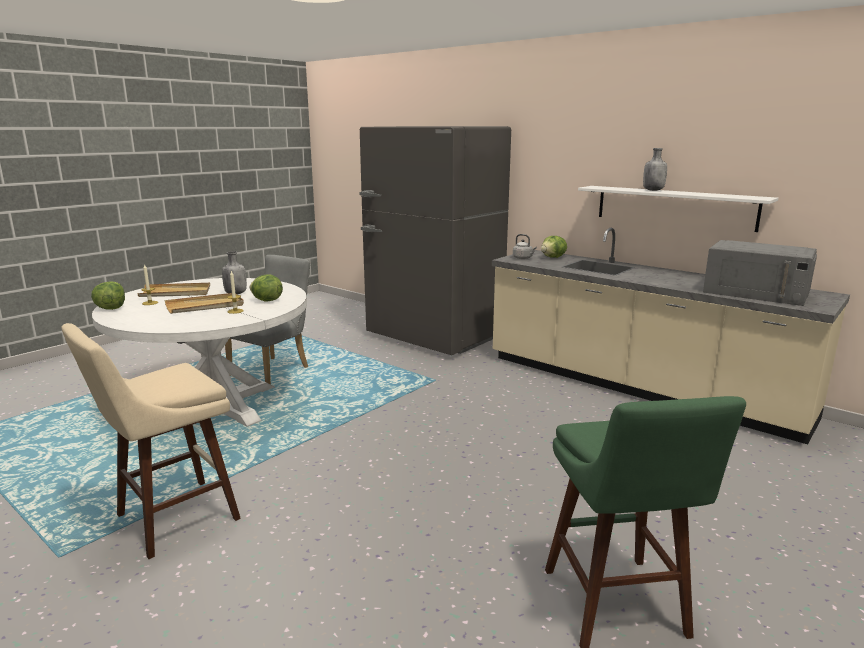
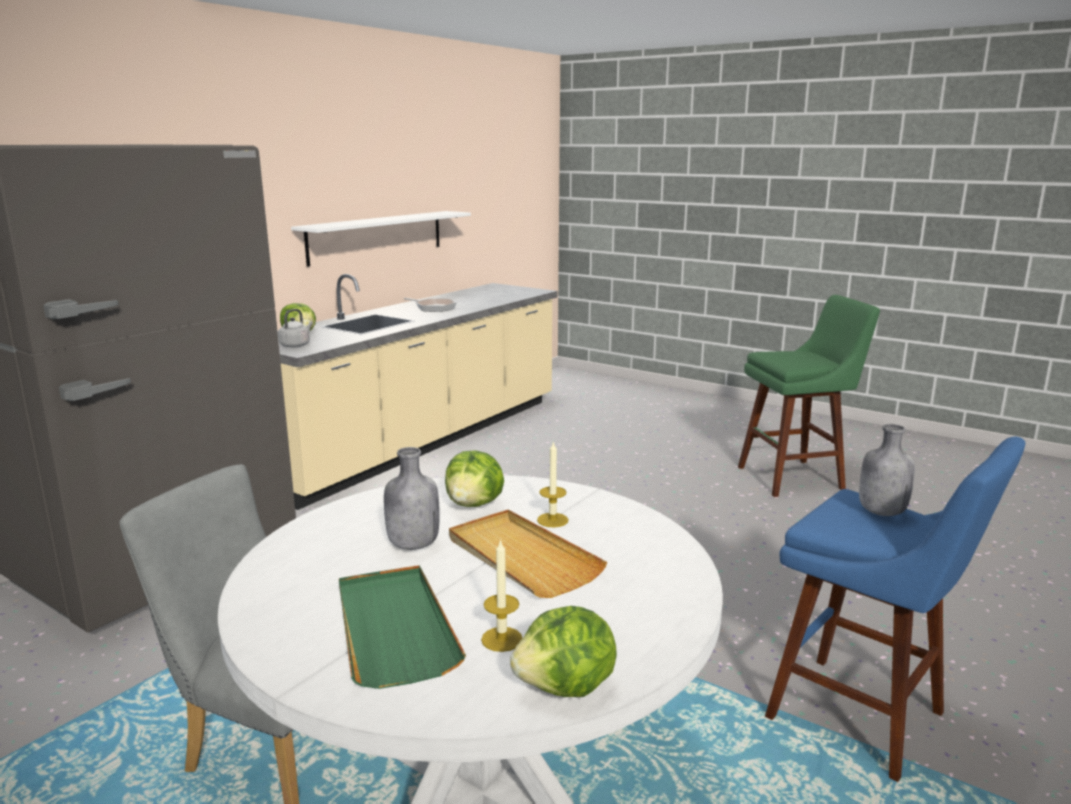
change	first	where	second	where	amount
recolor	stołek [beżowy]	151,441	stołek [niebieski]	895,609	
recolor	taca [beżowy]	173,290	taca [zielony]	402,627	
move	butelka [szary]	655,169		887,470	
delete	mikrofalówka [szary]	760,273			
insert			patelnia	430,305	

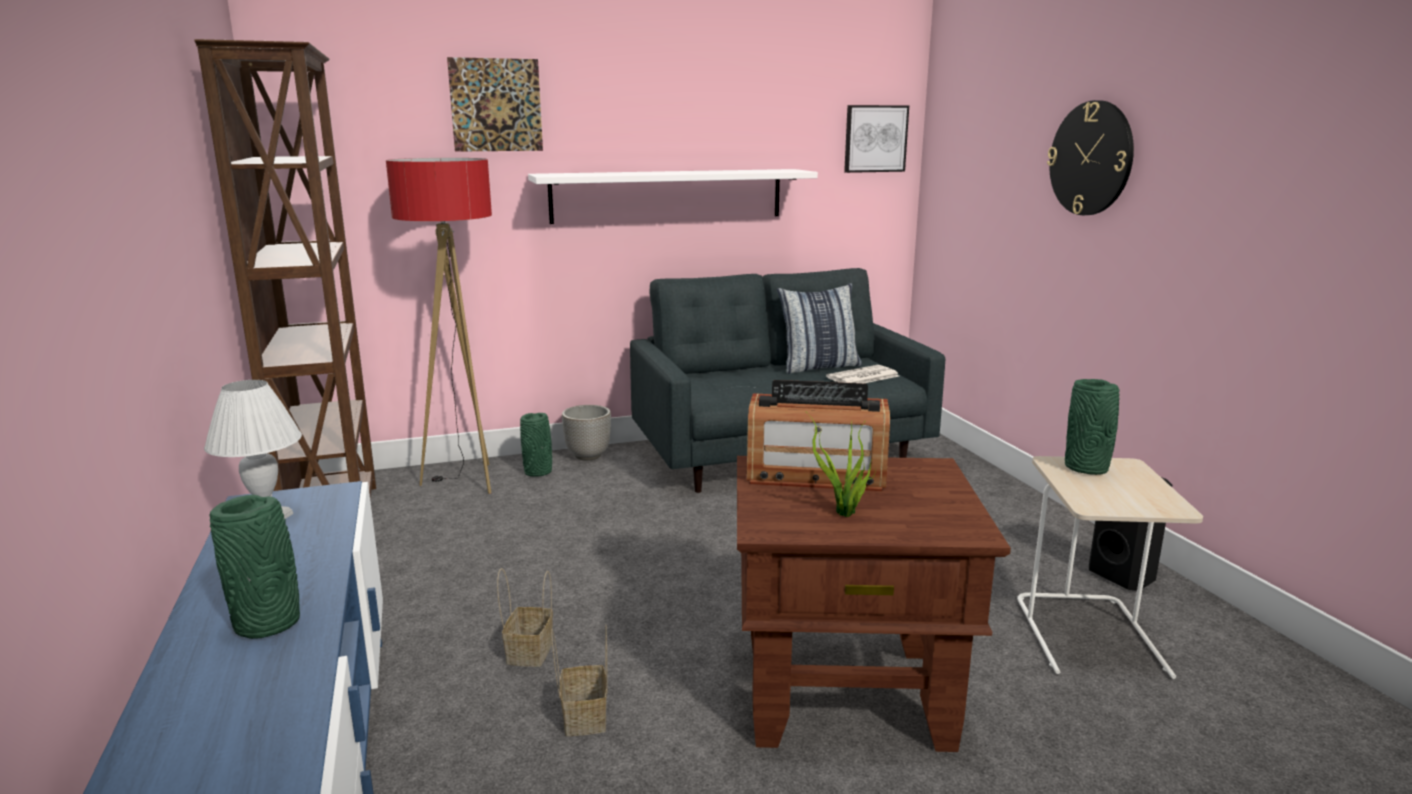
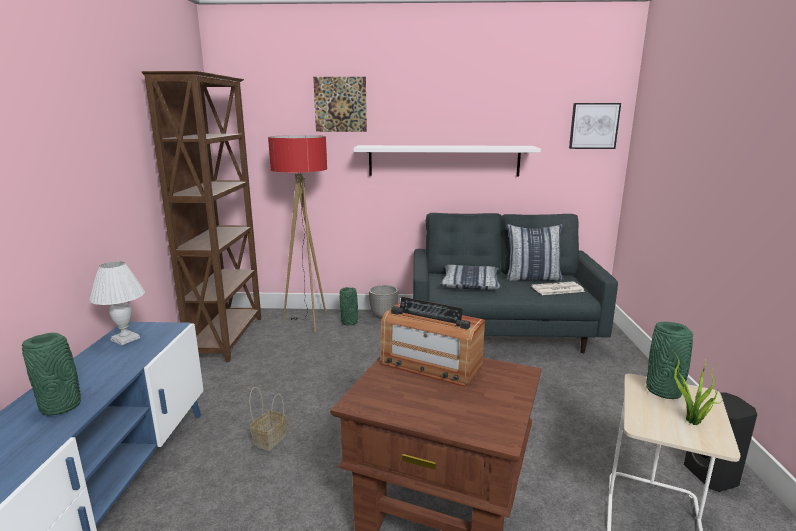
change	first	where	second	where	amount
delete	koszyk	579,680			
move	roślina doniczkowa	841,464		698,388	
delete	zegar ścienny	1090,157			
insert			poduszka	470,277	

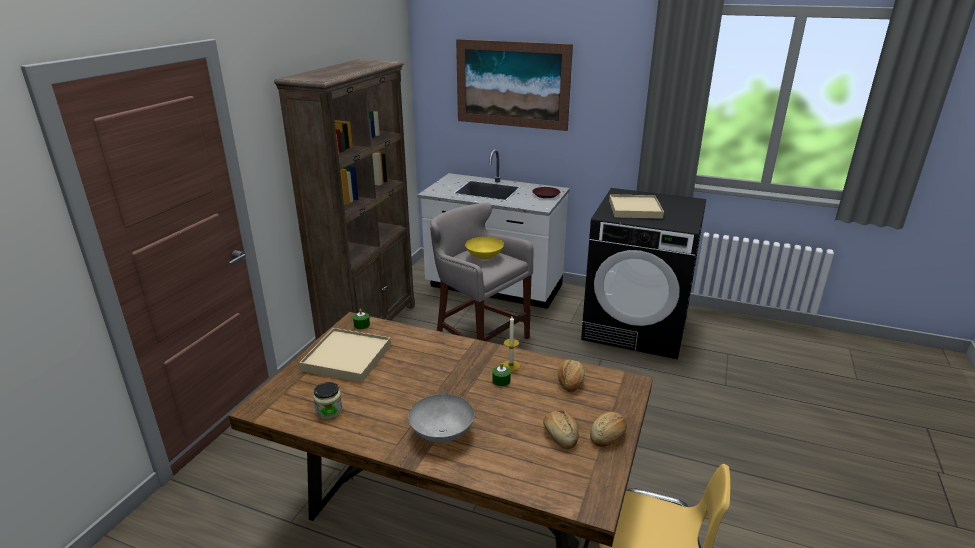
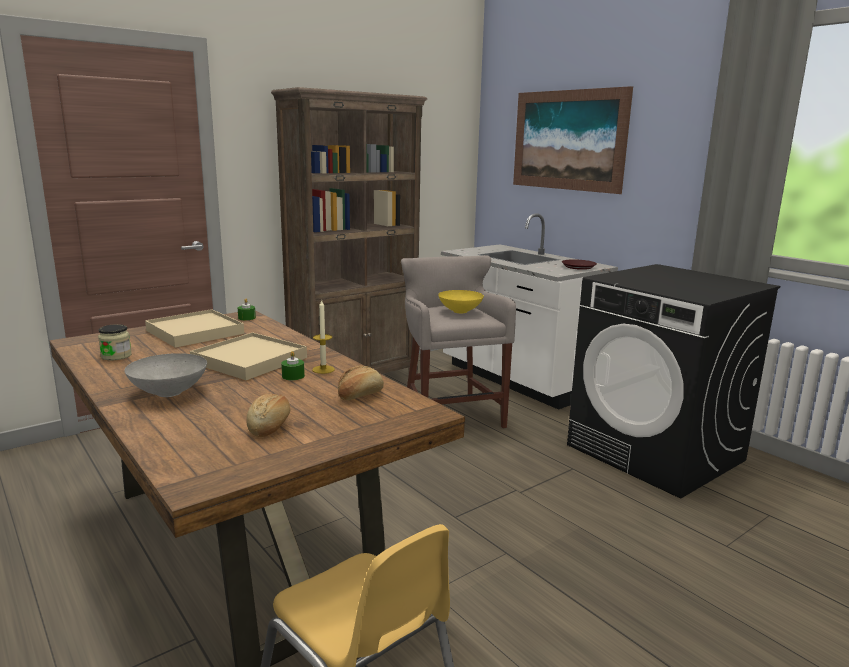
change	first	where	second	where	amount
delete	chleb	608,429			
move	taca [beżowy]	636,206		248,356	

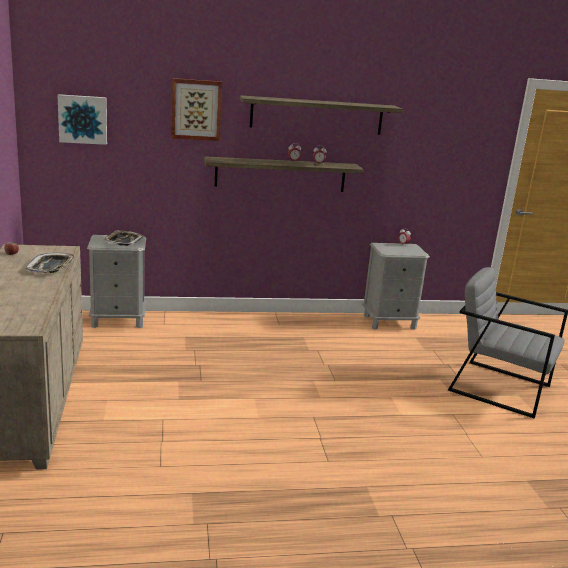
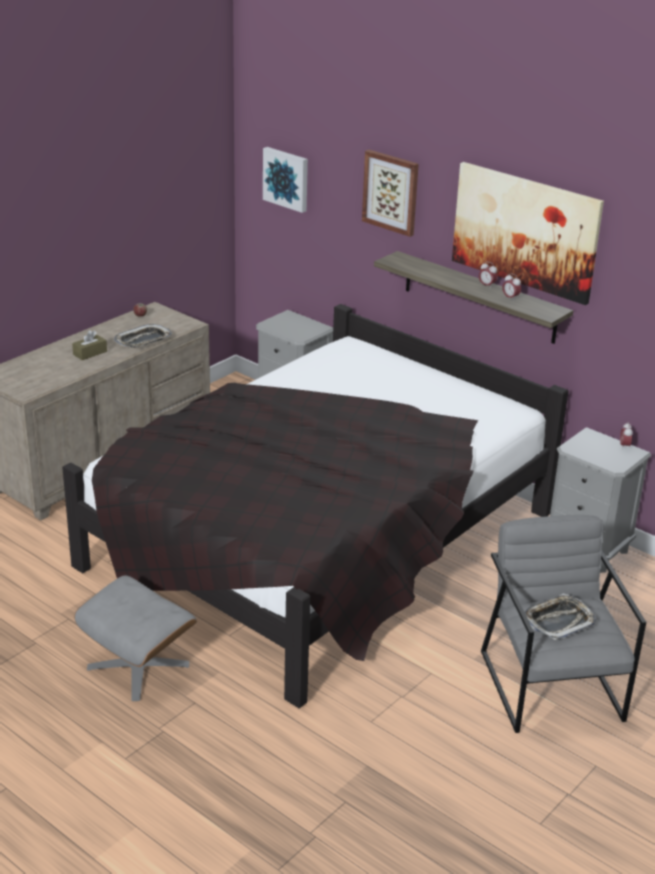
change	first	where	second	where	amount
move	taca	123,238		560,616	
replace	półka	321,115	obraz	528,233	
insert			łóżko [czarny]	315,506	
insert			pudełko chusteczek [brązowy]	89,345	
insert			pufa [szary]	135,638	

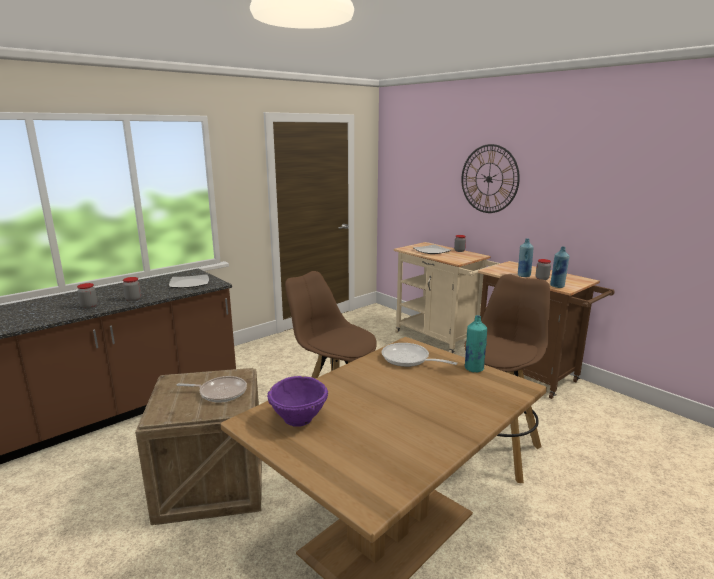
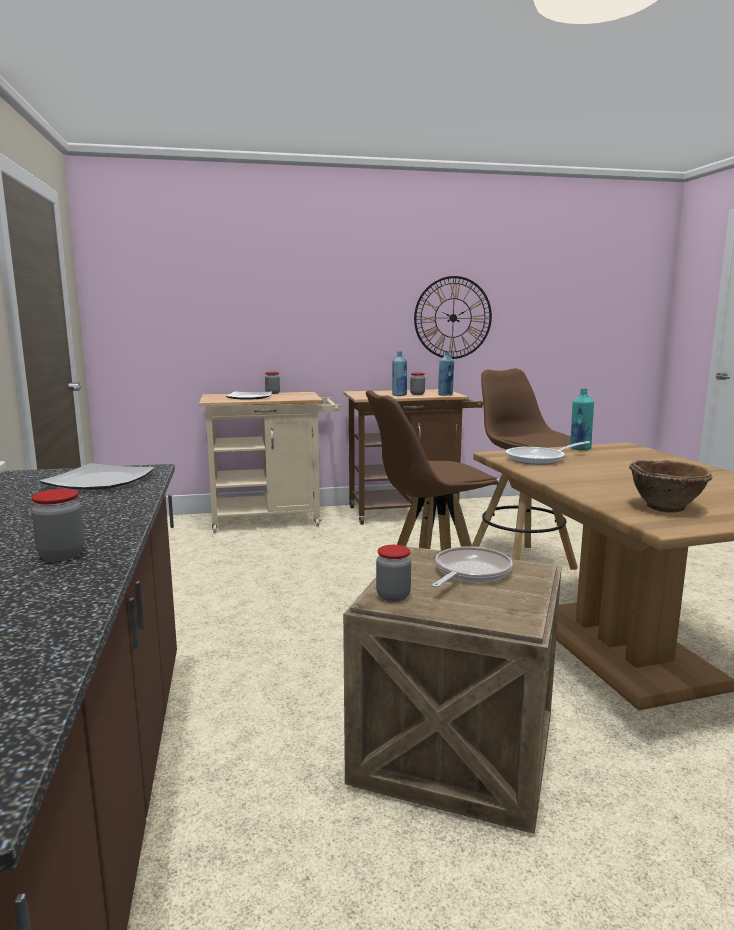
change	first	where	second	where	amount
move	słoik	132,289		393,573	
recolor	miska [fioletowy]	297,401	miska [brązowy]	670,486	
move	zegar ścienny	490,178		453,317	

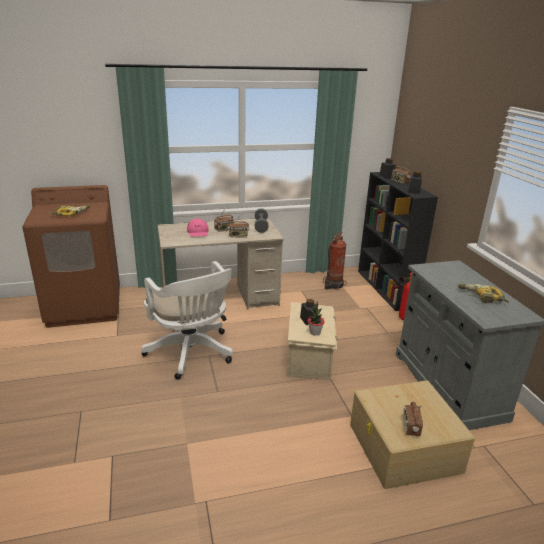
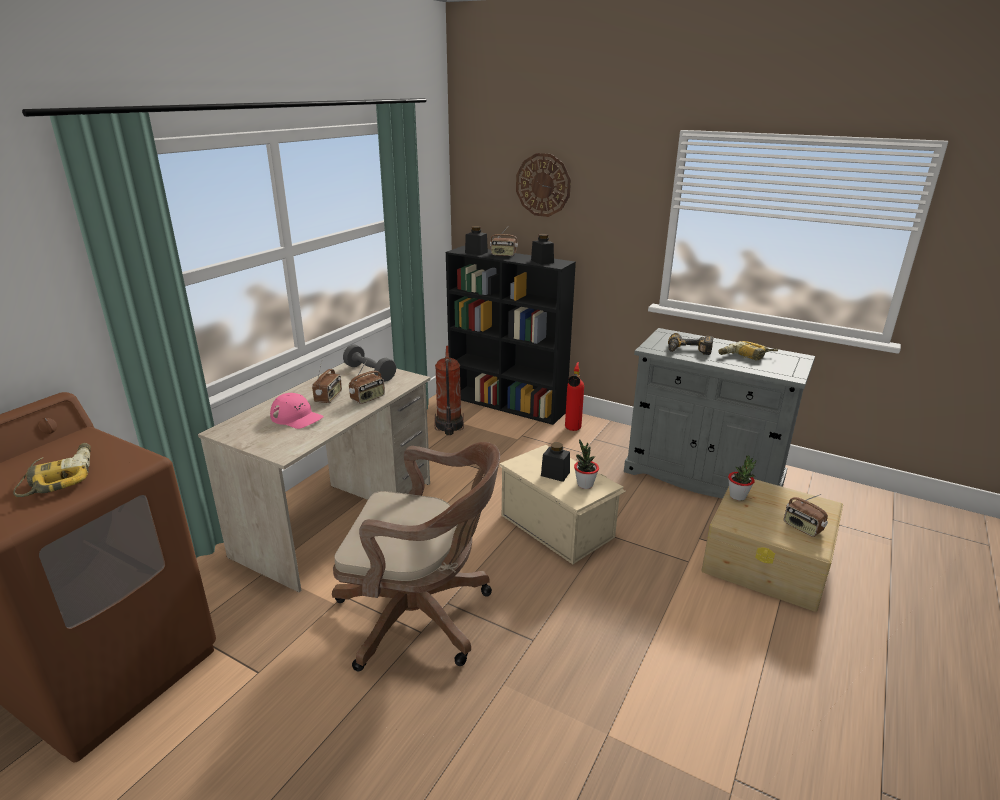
change	first	where	second	where	amount
recolor	krzesło biurowe [biały]	187,320	krzesło biurowe [brązowy]	416,556	
insert			zegar ścienny	543,185	
insert			wiertarka	690,344	
insert			roślina doniczkowa	742,478	

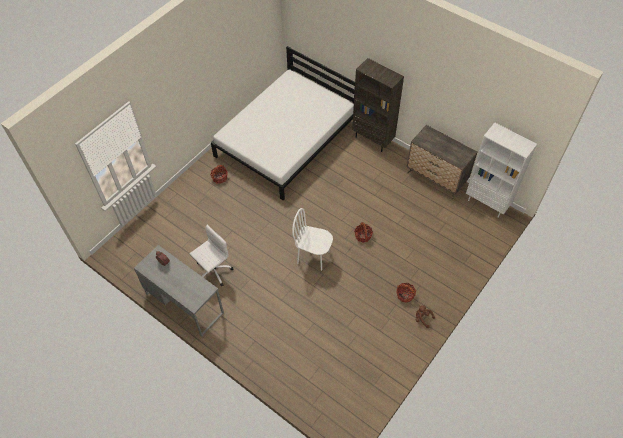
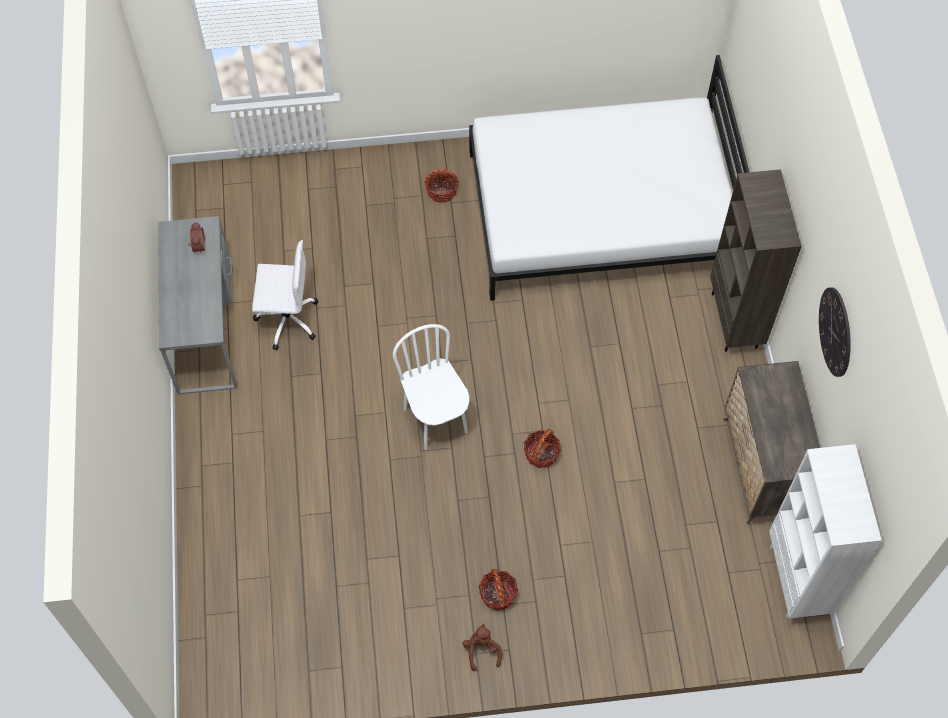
change	first	where	second	where	amount
insert			zegar ścienny	835,332	

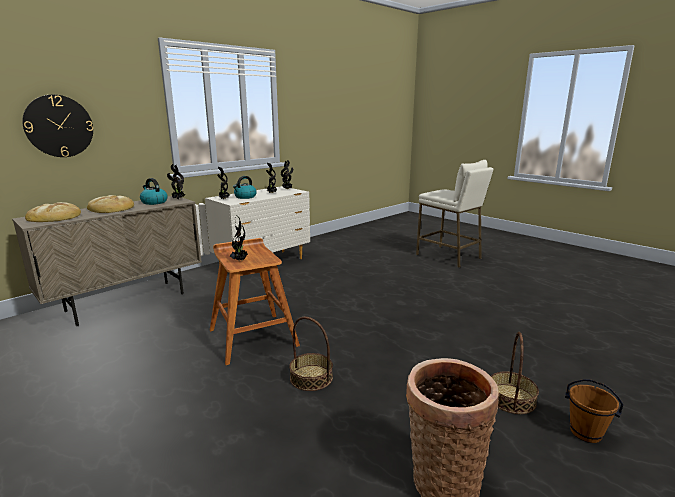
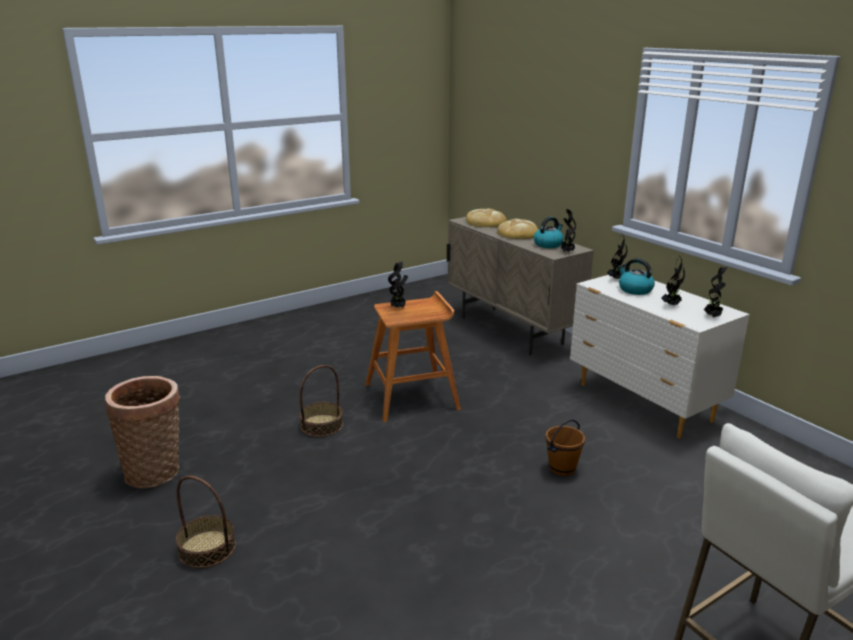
change	first	where	second	where	amount
delete	zegar ścienny	57,126			
move	wiadro [brązowy]	594,411		565,448	

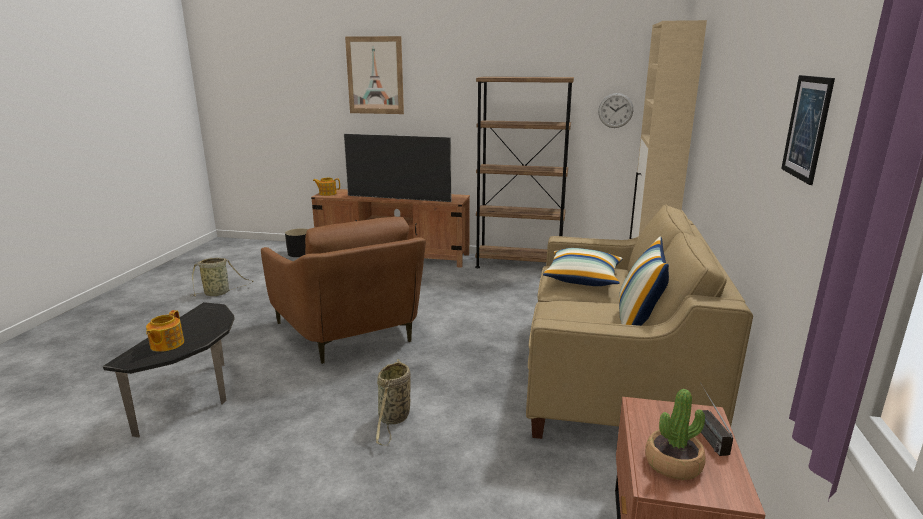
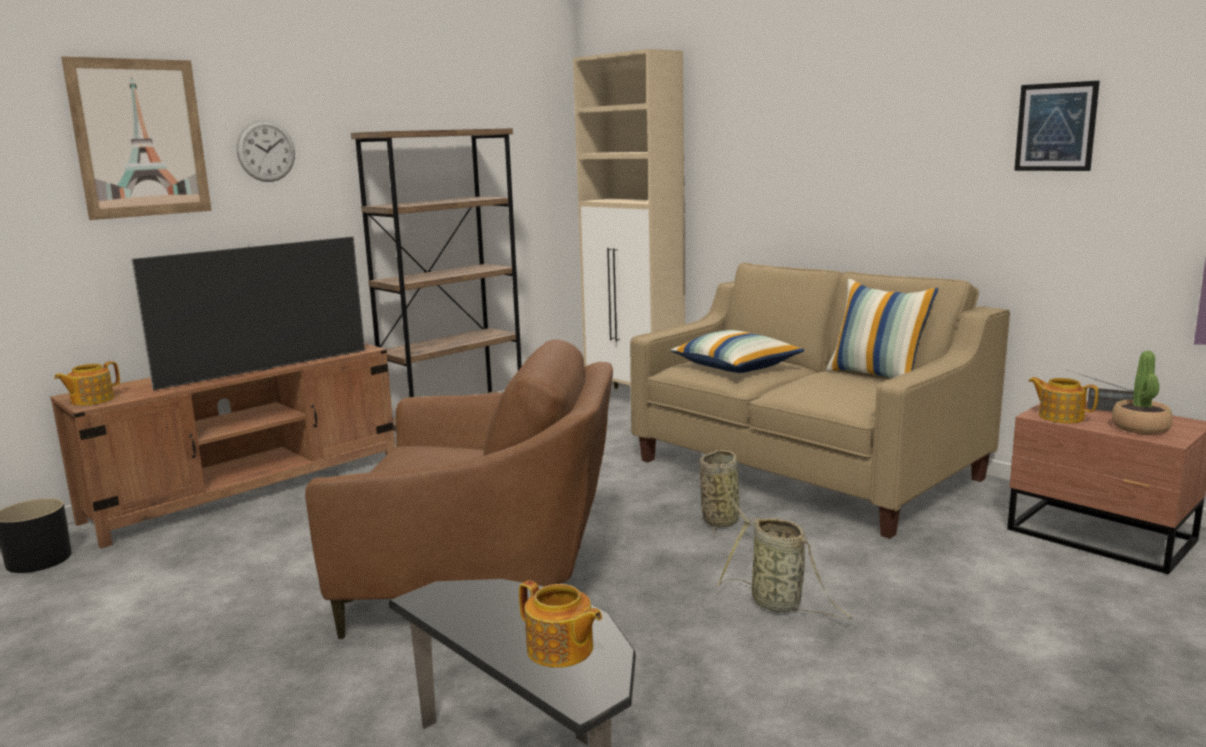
change	first	where	second	where	amount
move	koszyk	222,277		725,493	
move	zegar ścienny	615,110		266,151	
insert			imbryk	1063,400	

